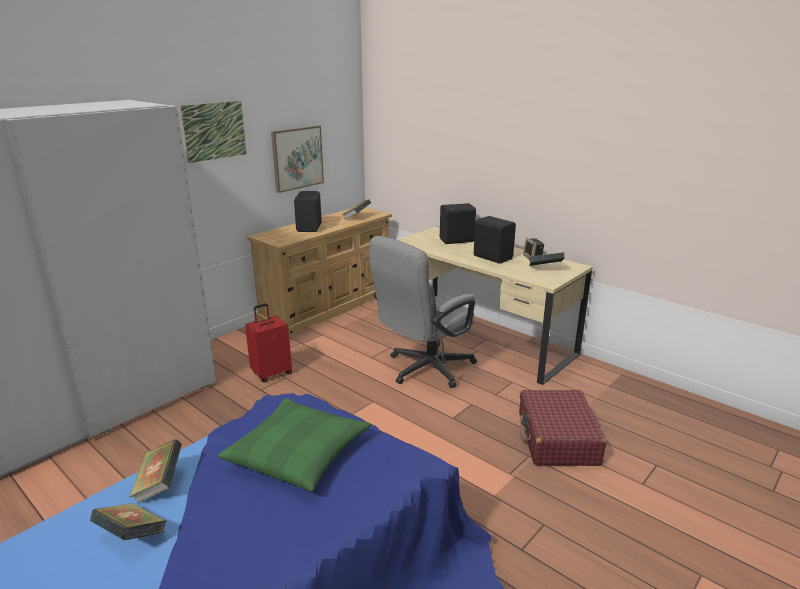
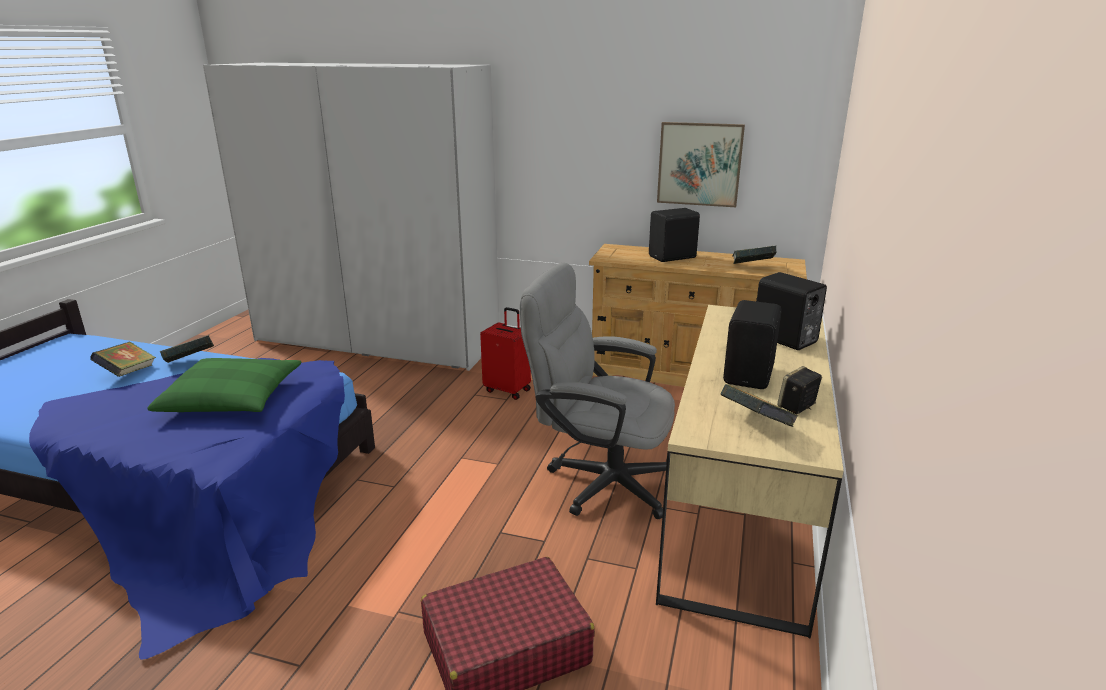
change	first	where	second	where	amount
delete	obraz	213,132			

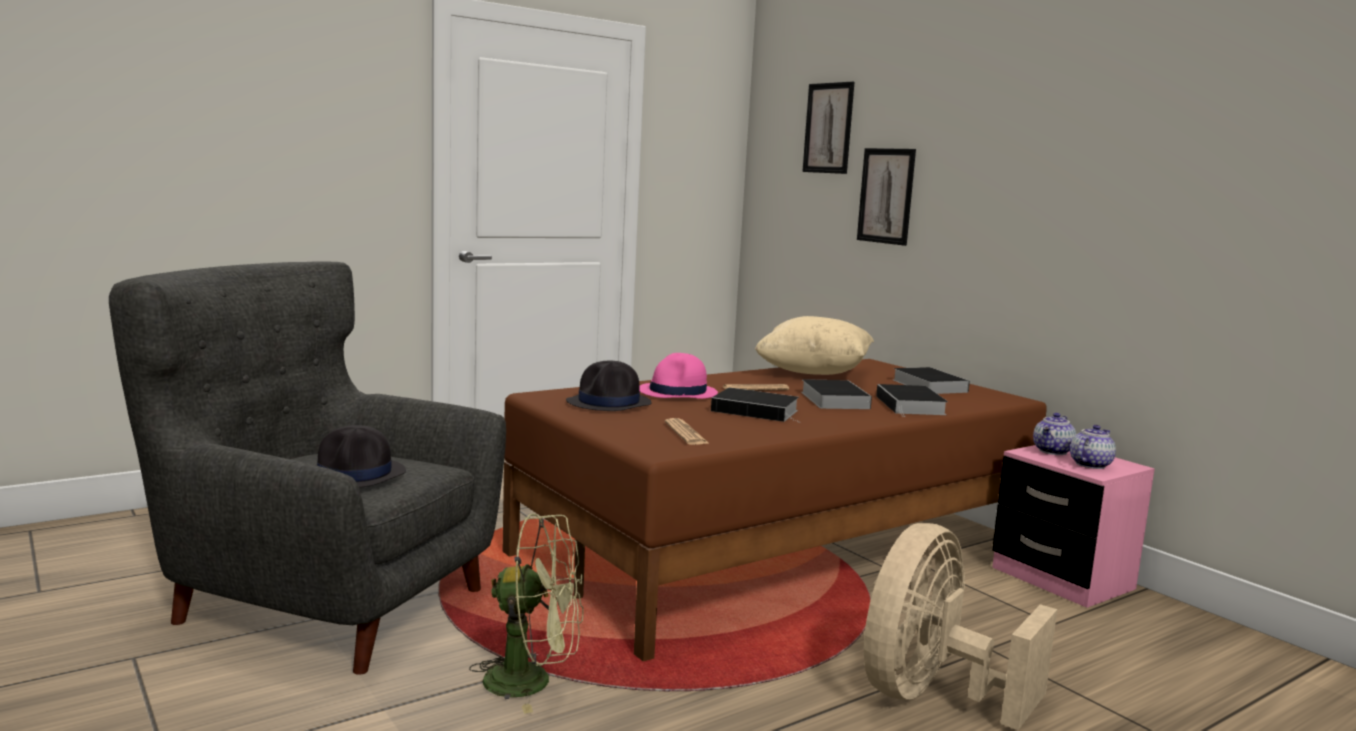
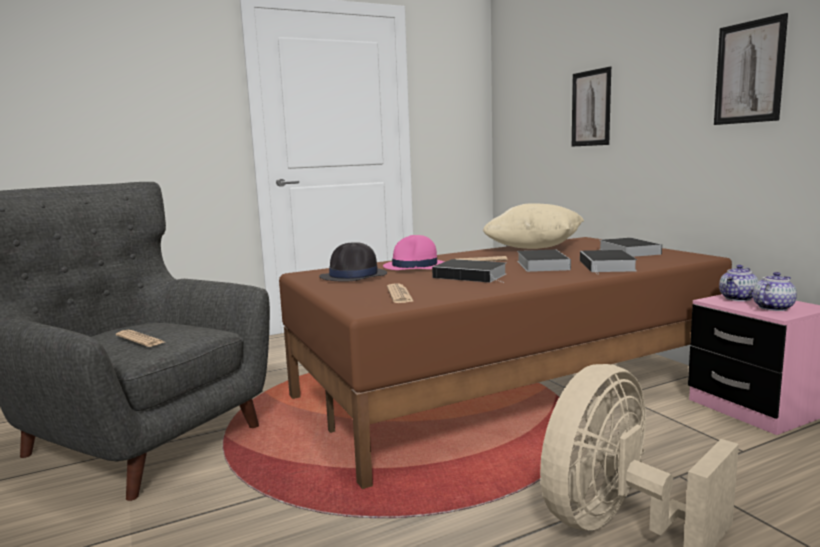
change	first	where	second	where	amount
replace	kapelusz [czarny]	361,456	gazeta	140,338	
delete	wentylator [zielony]	526,613			
move	obraz	828,128		751,69	

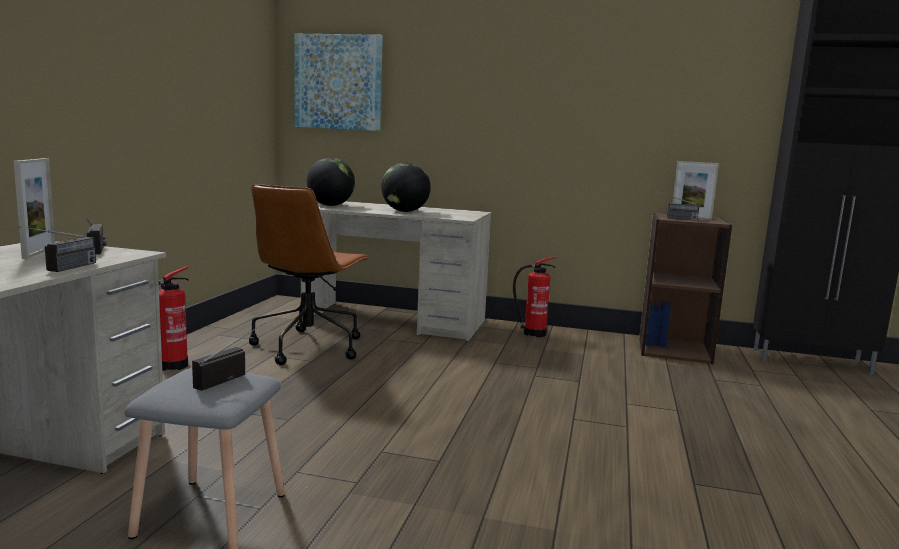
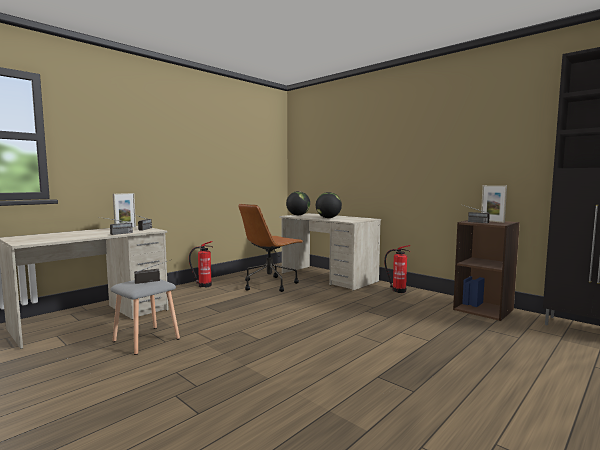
change	first	where	second	where	amount
delete	obraz	338,82			

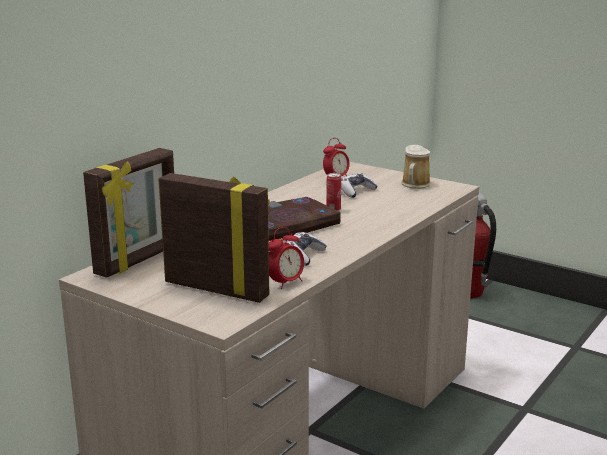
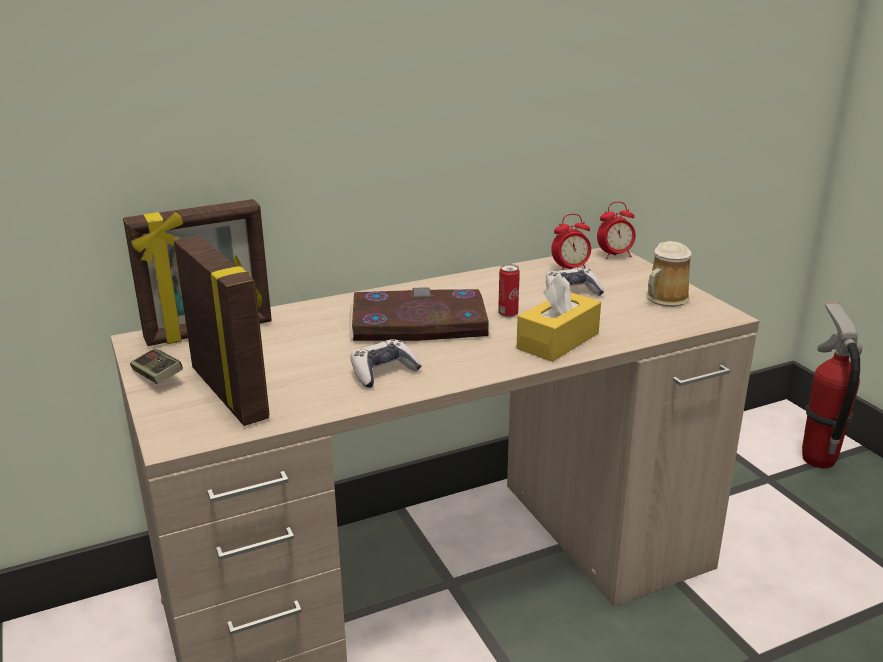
change	first	where	second	where	amount
move	budzik	286,258		616,230	
insert			pad do gier	156,366	
insert			pudełko chusteczek [żółty]	559,318	

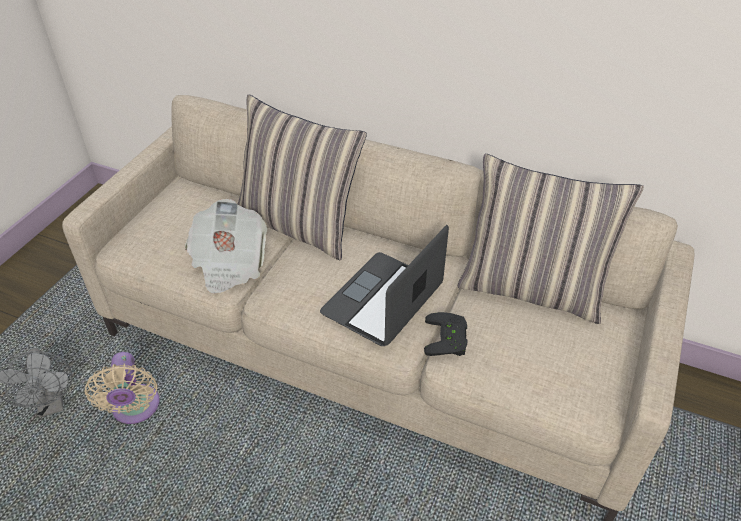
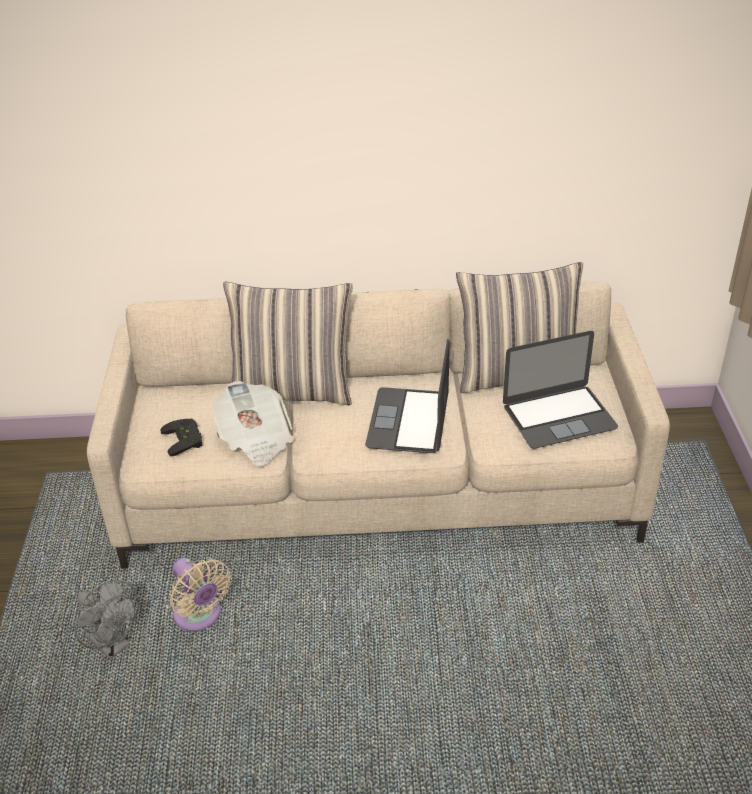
change	first	where	second	where	amount
move	pad do gier [czarny]	446,334		181,437	
insert			laptop	560,390	

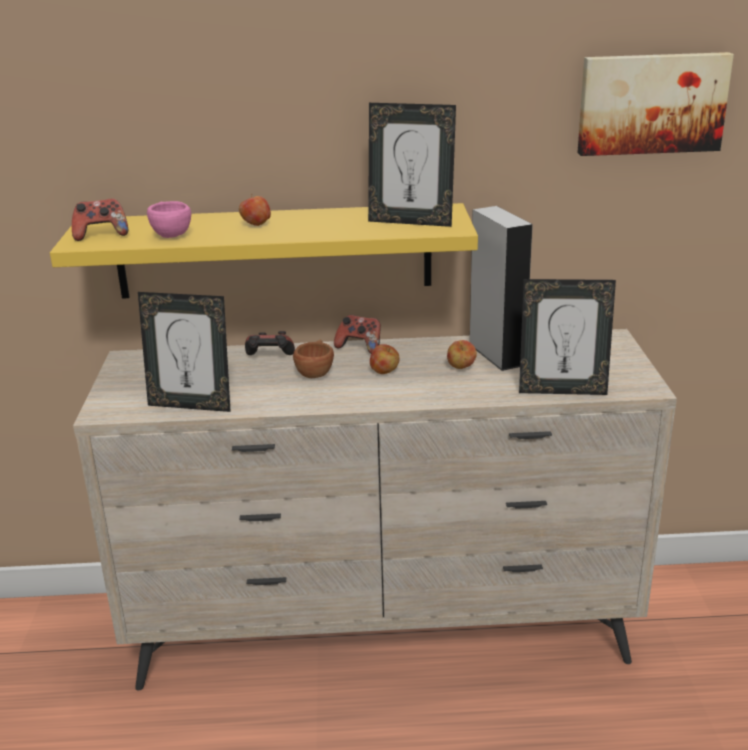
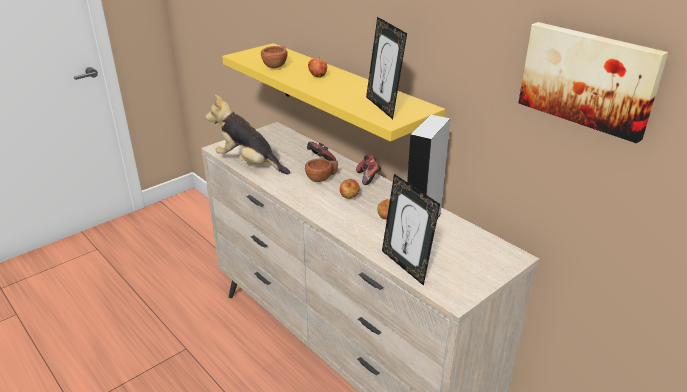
change	first	where	second	where	amount
delete	pad do gier	100,220			
replace	ramka na zdjęcie	184,352	pluszak	247,134	
recolor	filiżanka [różowy]	169,219	filiżanka [brązowy]	274,57	

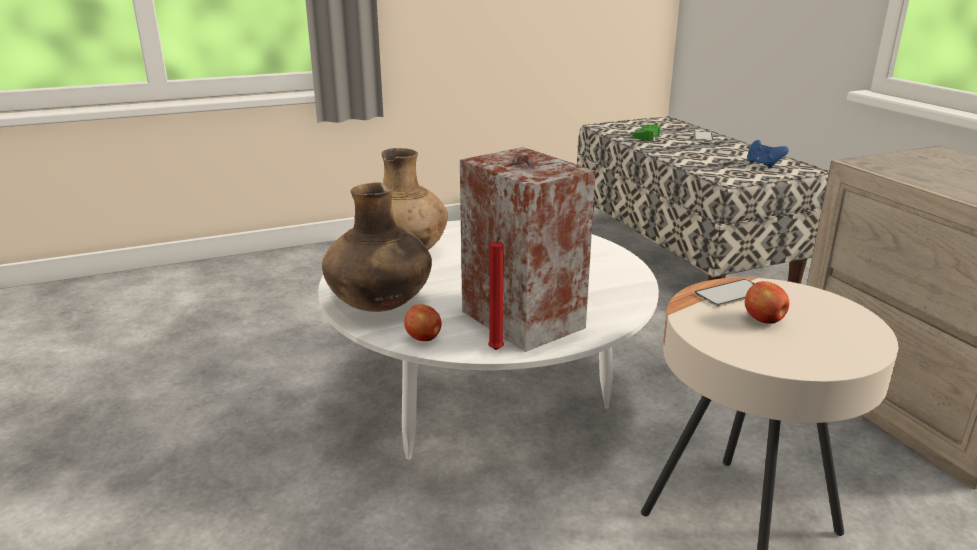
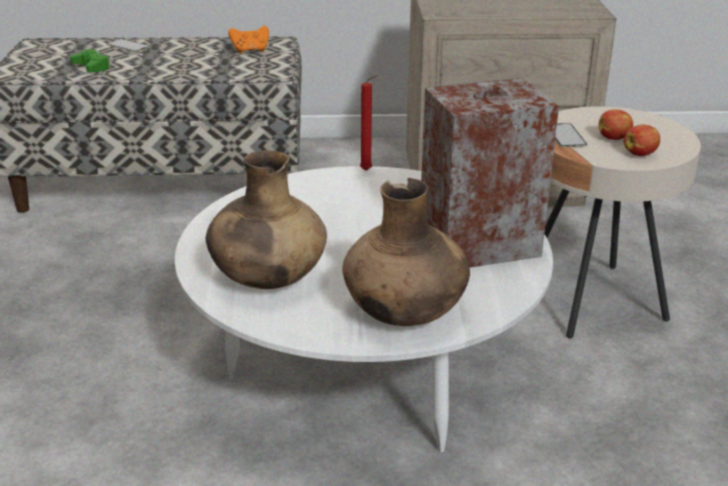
change	first	where	second	where	amount
move	jabłko	423,322		642,140	
move	świeca [czerwony]	496,293		369,123	
recolor	pad do gier [niebieski]	768,154	pad do gier [pomarańczowy]	248,40	

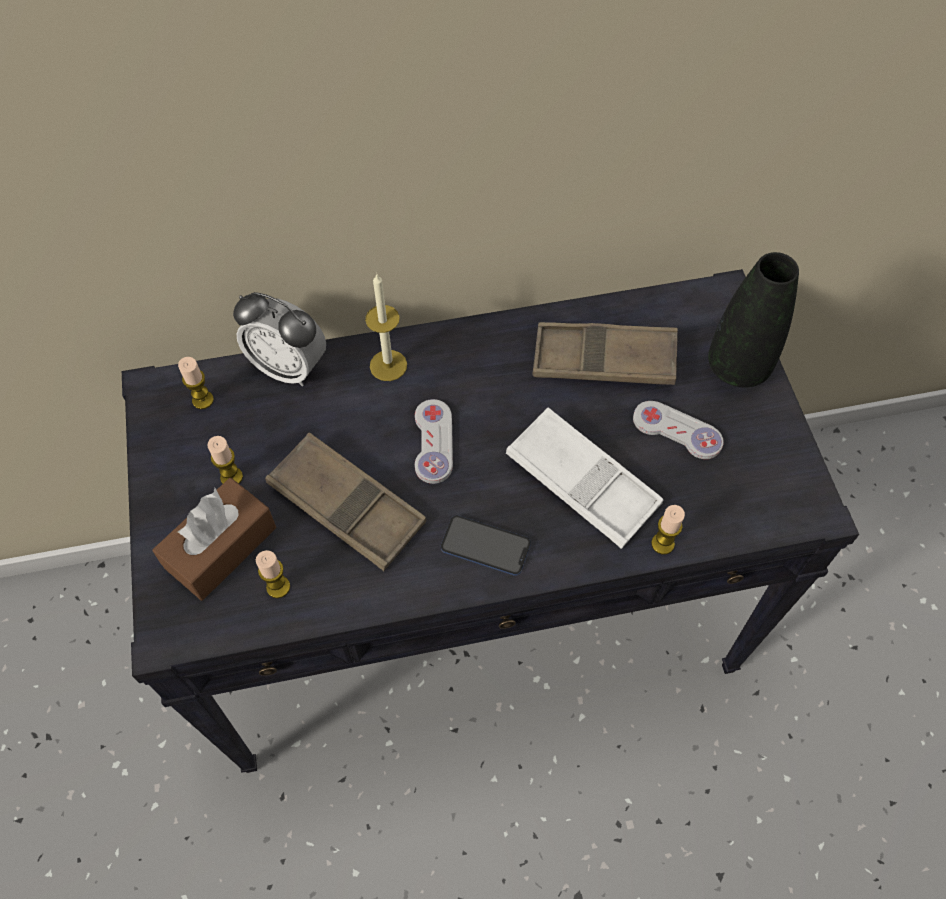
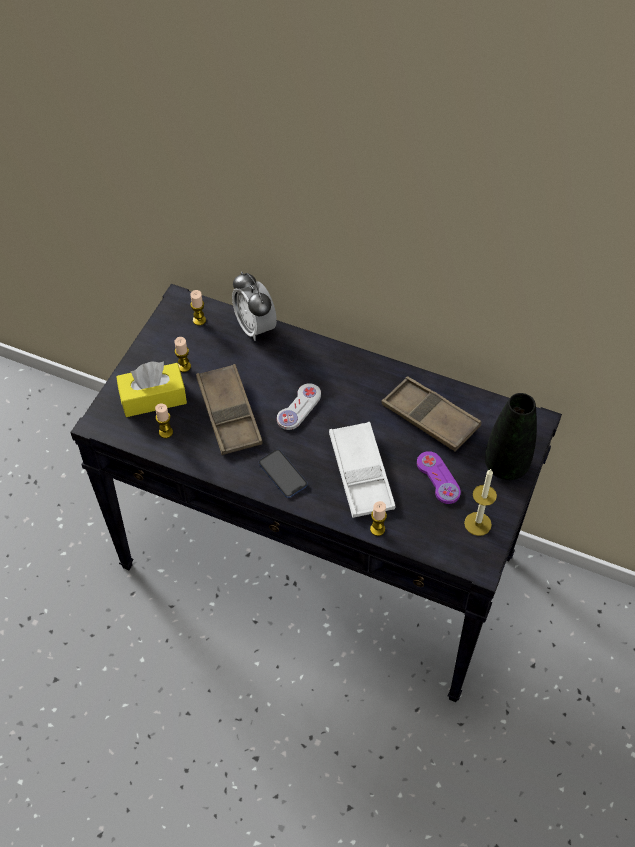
change	first	where	second	where	amount
recolor	pudełko chusteczek [brązowy]	214,539	pudełko chusteczek [żółty]	151,389	
move	świeca	386,327		480,502	
recolor	pad do gier [biały]	678,430	pad do gier [fioletowy]	439,477	

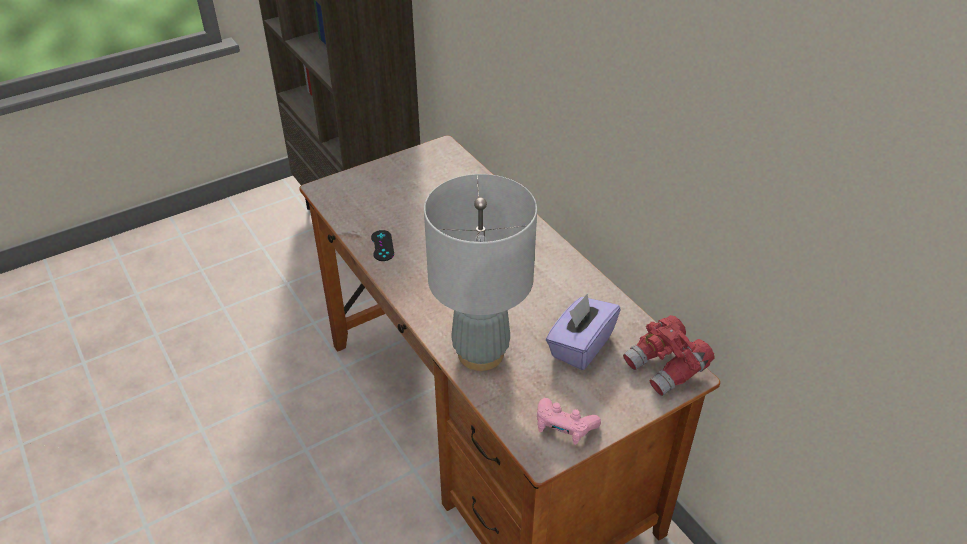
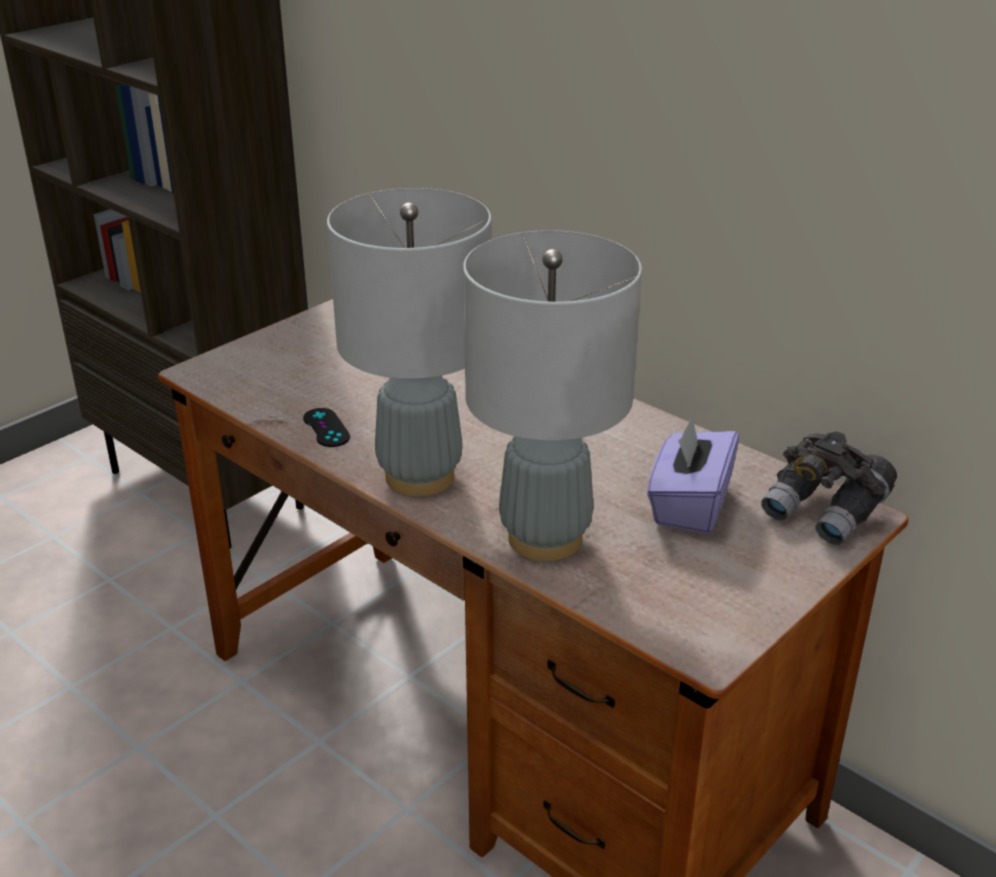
change	first	where	second	where	amount
delete	pad do gier [różowy]	569,421			
recolor	lornetka [czerwony]	669,355	lornetka [szary]	829,488	
insert			lampa stołowa [szary]	409,342	

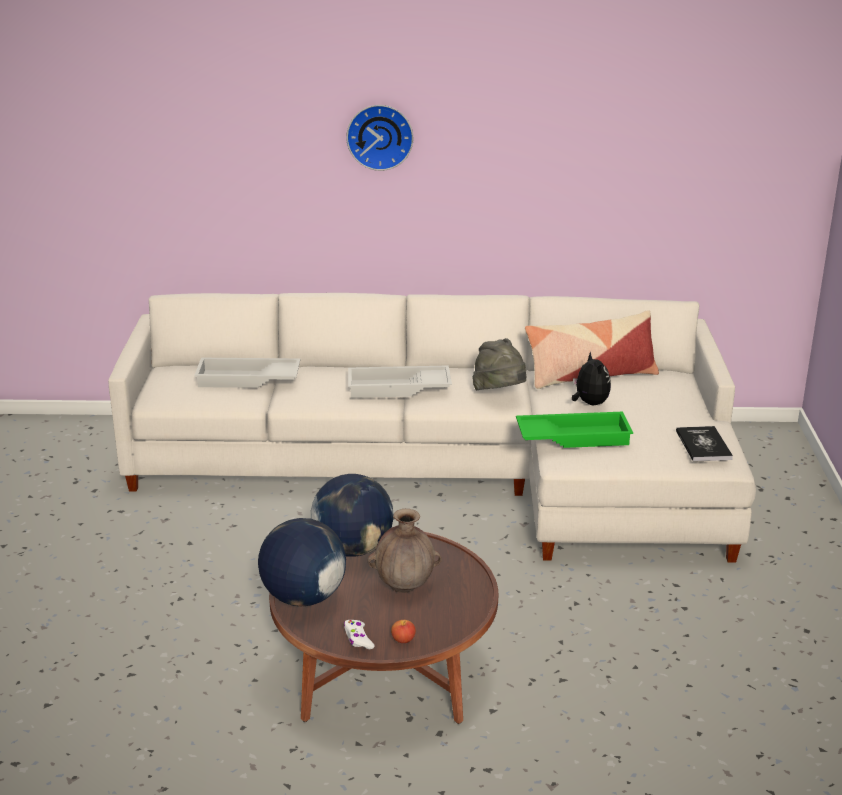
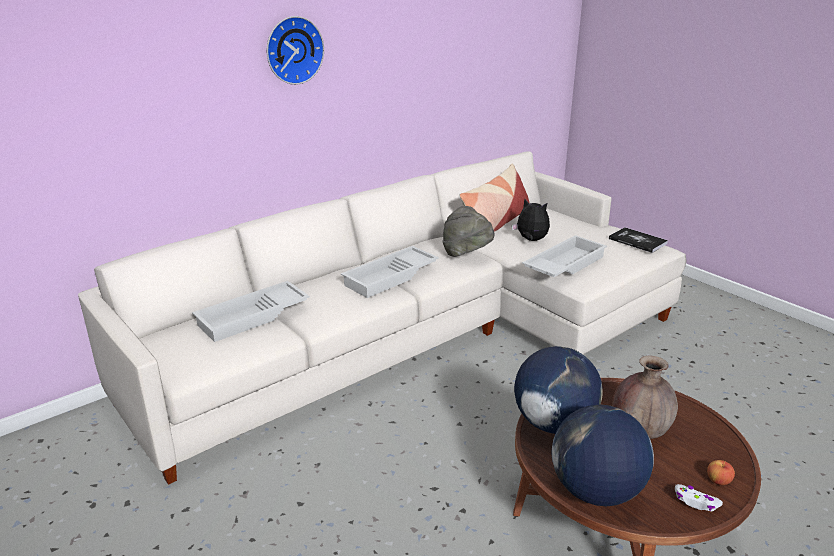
change	first	where	second	where	amount
recolor	taca [zielony]	574,429	taca [biały]	564,256	

